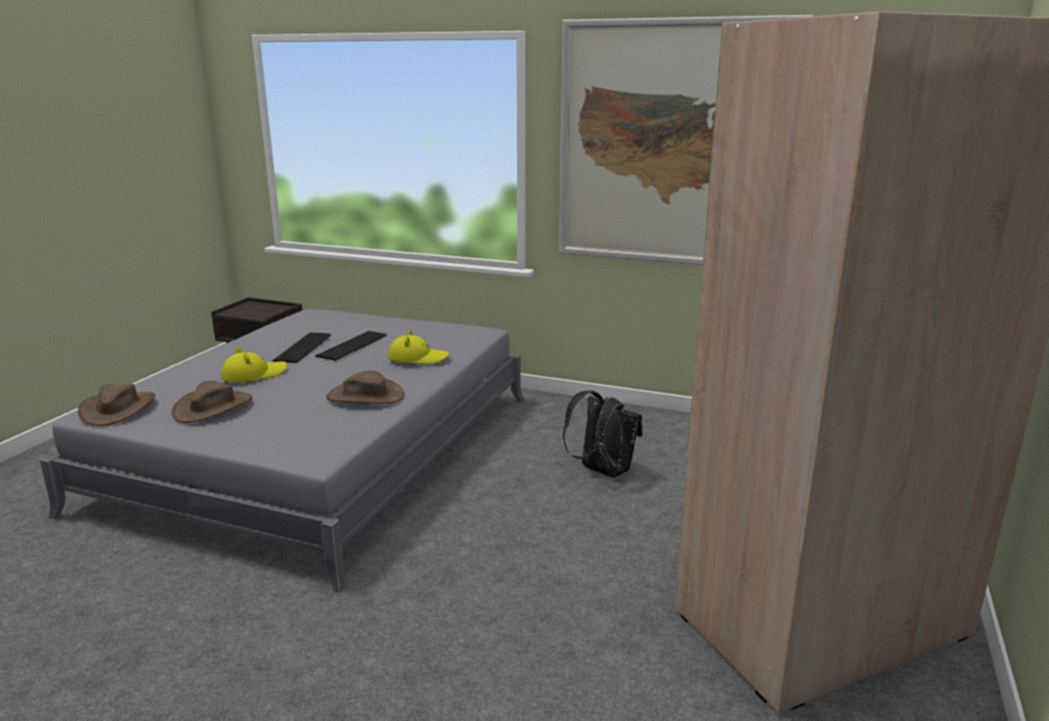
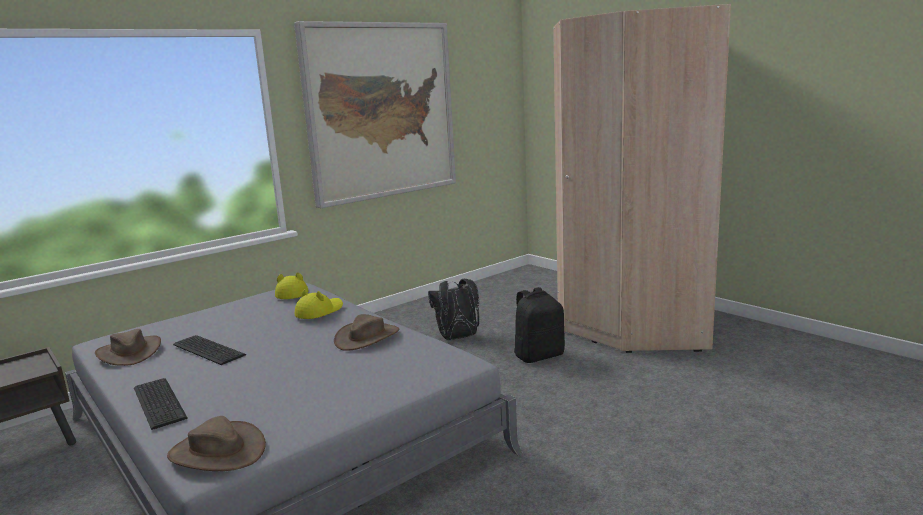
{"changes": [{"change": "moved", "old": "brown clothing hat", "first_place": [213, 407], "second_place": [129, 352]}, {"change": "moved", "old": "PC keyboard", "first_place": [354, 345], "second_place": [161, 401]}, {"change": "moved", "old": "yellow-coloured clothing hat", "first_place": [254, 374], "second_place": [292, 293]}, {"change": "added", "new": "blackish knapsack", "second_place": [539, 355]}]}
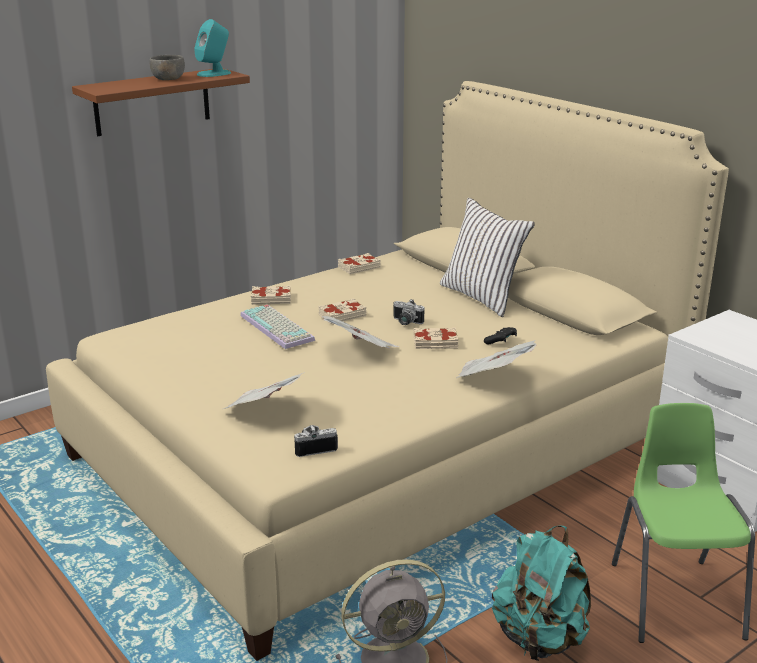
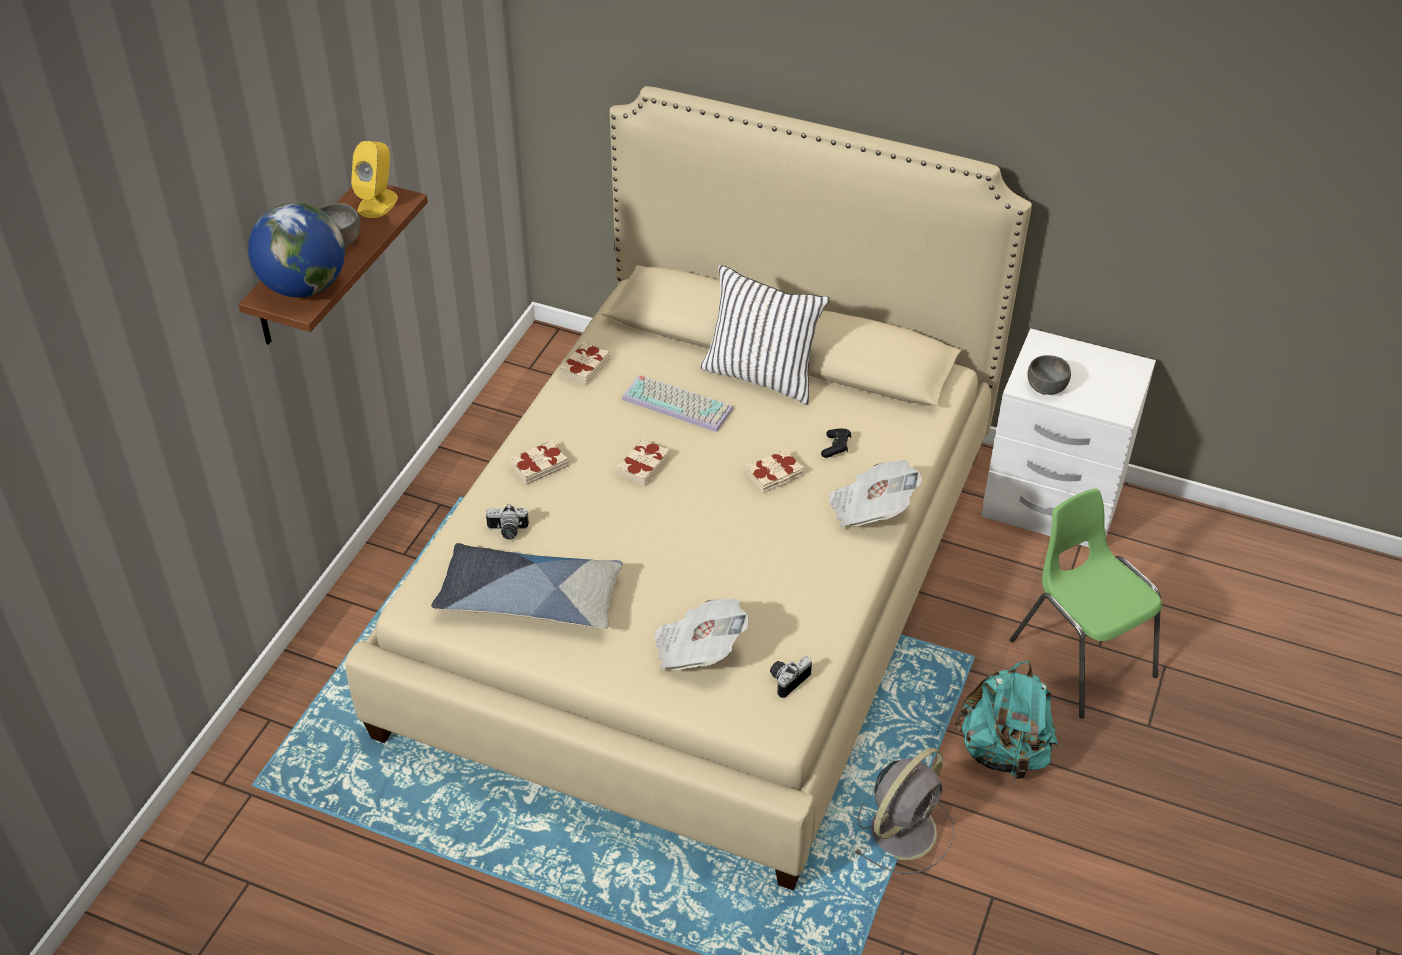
{"changes": [{"change": "added", "new": "desk globe", "second_place": [304, 287]}, {"change": "recoloured", "old": "blue-green speaker", "new": "yellow-coloured speaker", "first_place": [214, 73], "second_place": [378, 203]}, {"change": "added", "new": "throw pillow", "second_place": [530, 598]}, {"change": "moved", "old": "still camera", "first_place": [405, 322], "second_place": [507, 531]}, {"change": "moved", "old": "PC keyboard", "first_place": [278, 328], "second_place": [679, 403]}, {"change": "added", "new": "gray bowl", "second_place": [1046, 387]}, {"change": "removed", "old": "printed paper", "first_place": [360, 351]}]}
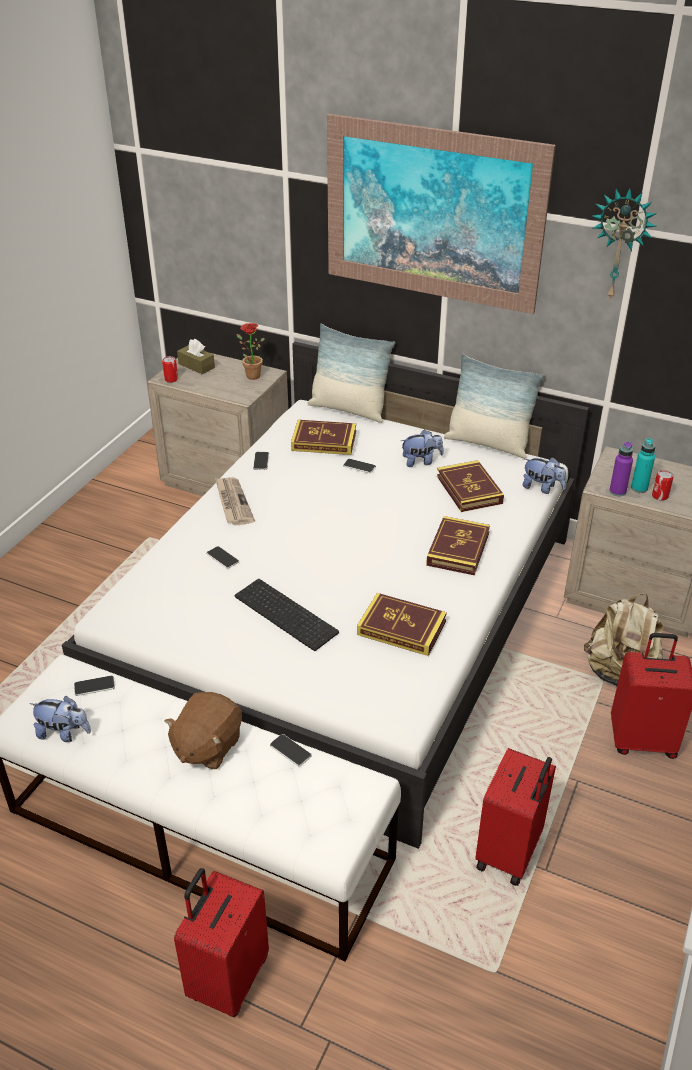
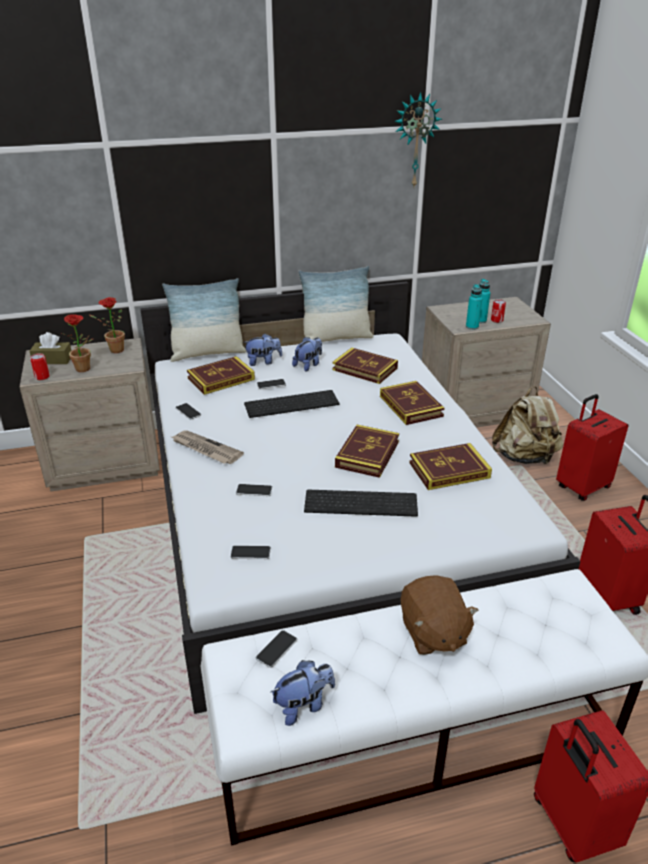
{"changes": [{"change": "added", "new": "potted plant", "second_place": [86, 369]}, {"change": "moved", "old": "phone", "first_place": [290, 751], "second_place": [250, 553]}, {"change": "moved", "old": "soft toy", "first_place": [542, 488], "second_place": [263, 362]}, {"change": "added", "new": "PC keyboard", "second_place": [292, 403]}, {"change": "added", "new": "volume", "second_place": [367, 454]}, {"change": "recoloured", "old": "purple-coloured bottle", "new": "blue-green bottle", "first_place": [617, 491], "second_place": [472, 327]}, {"change": "removed", "old": "wall picture", "first_place": [433, 214]}]}
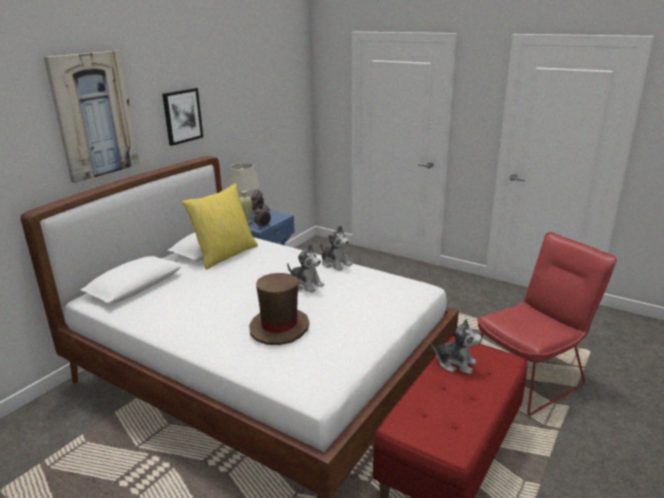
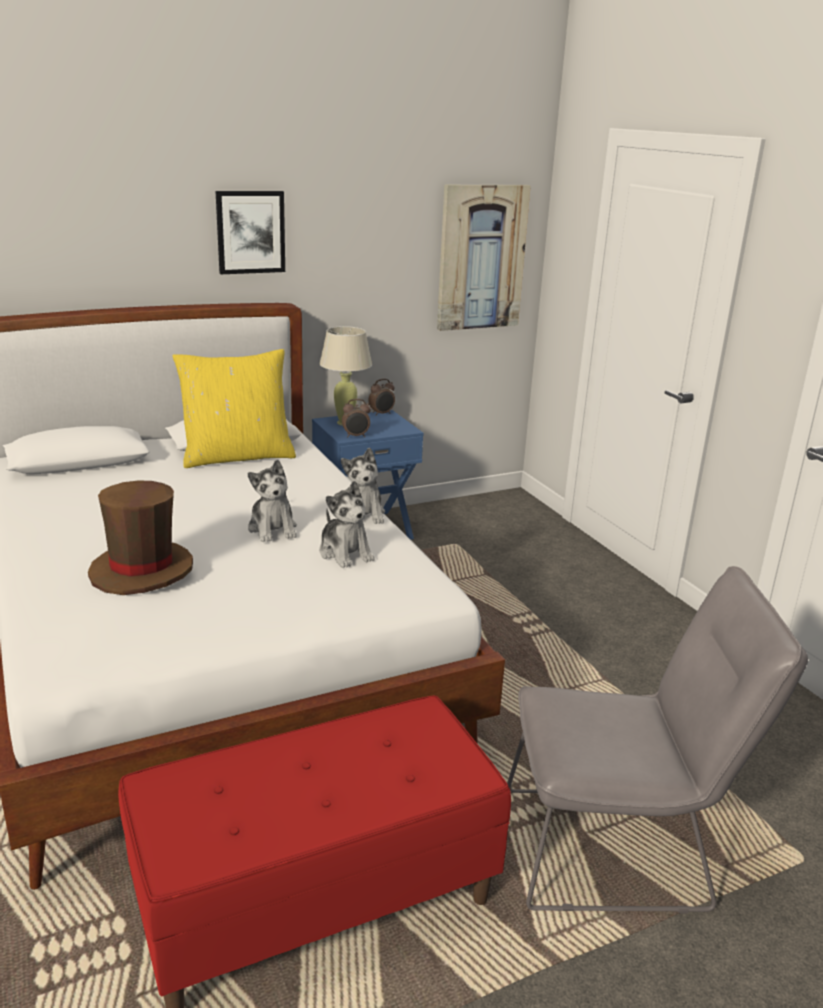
{"changes": [{"change": "moved", "old": "soft toy", "first_place": [455, 363], "second_place": [345, 553]}, {"change": "moved", "old": "wall picture", "first_place": [94, 115], "second_place": [481, 257]}, {"change": "recoloured", "old": "reddish chair", "new": "gray chair", "first_place": [531, 377], "second_place": [619, 848]}]}
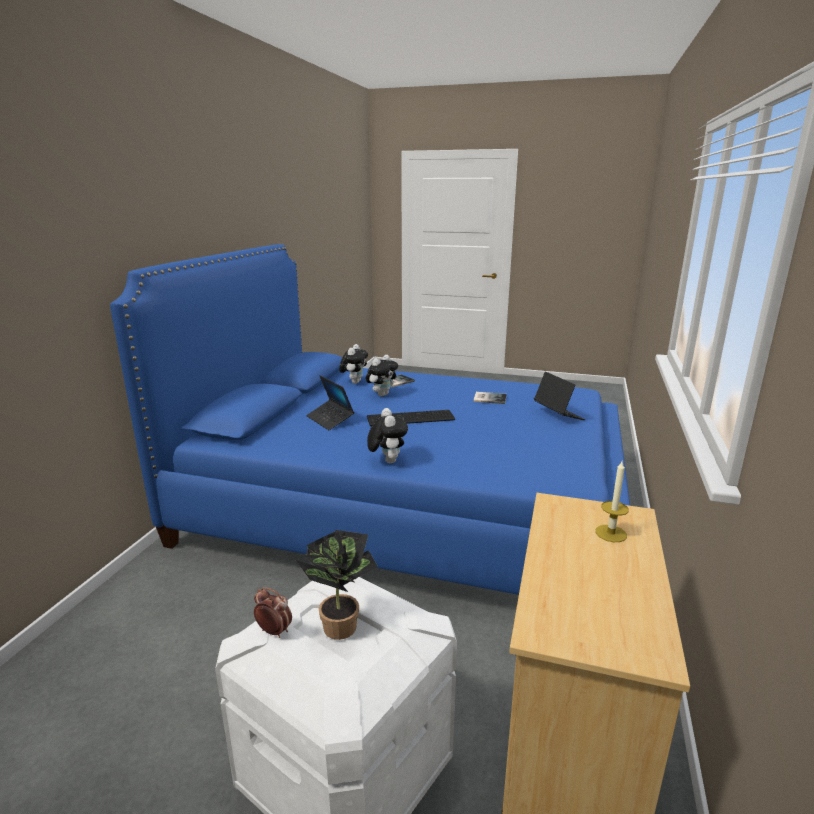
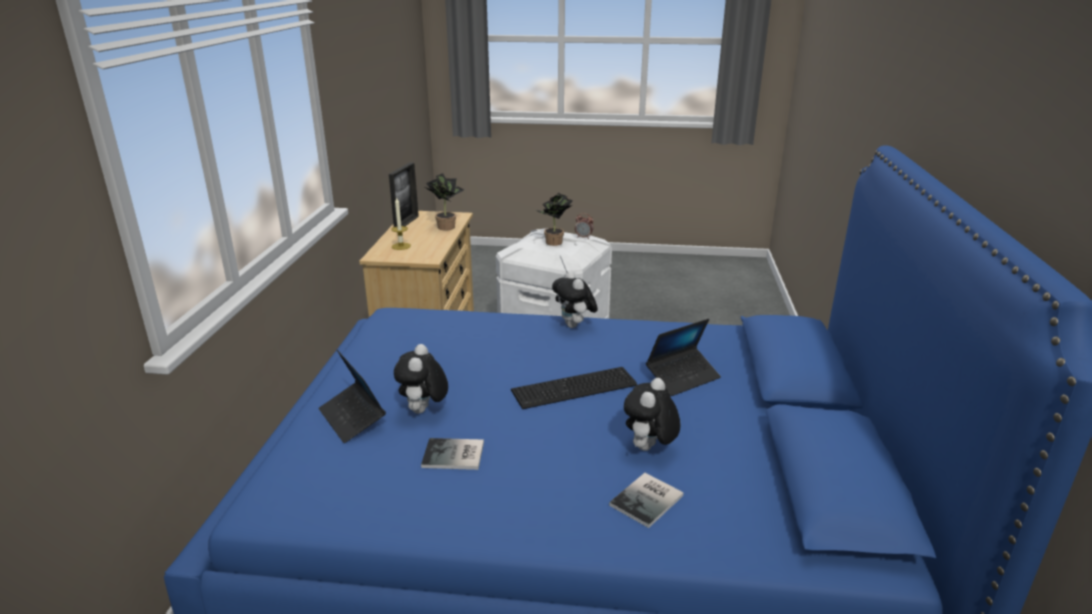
{"changes": [{"change": "added", "new": "standing frame", "second_place": [406, 223]}, {"change": "moved", "old": "soft toy", "first_place": [354, 382], "second_place": [423, 411]}, {"change": "added", "new": "potted plant", "second_place": [445, 226]}, {"change": "turned", "old": "laptop", "first_place": [330, 419], "second_place": [682, 377], "degrees": 105}]}
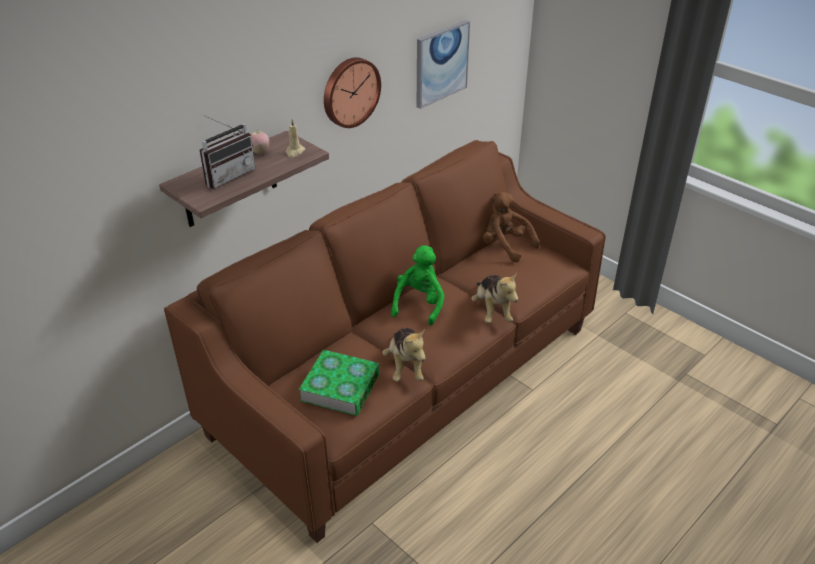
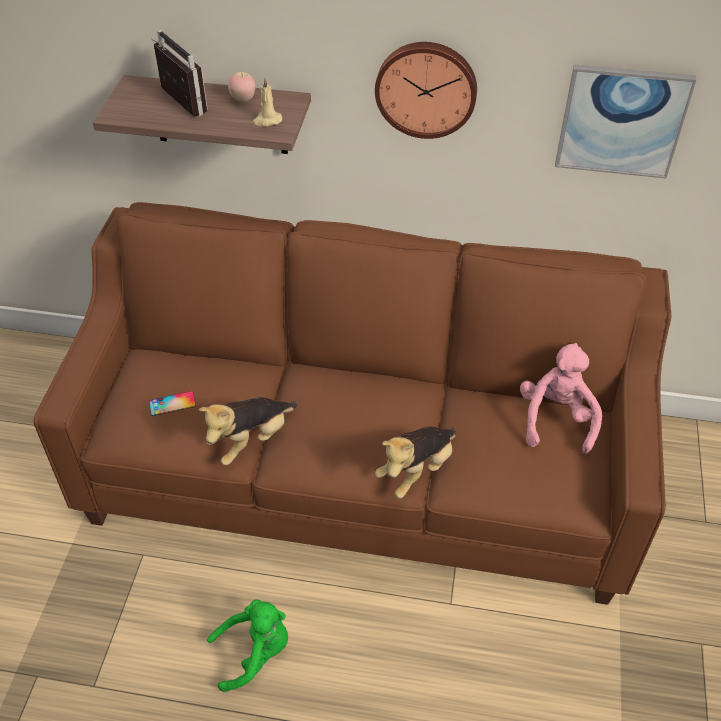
{"changes": [{"change": "replaced", "old": "volume", "new": "phone", "first_place": [340, 387], "second_place": [172, 404]}, {"change": "turned", "old": "radio", "first_place": [227, 175], "second_place": [176, 103], "degrees": -135}, {"change": "moved", "old": "green-coloured soft toy", "first_place": [419, 304], "second_place": [255, 652]}, {"change": "recoloured", "old": "brown soft toy", "new": "pinkish soft toy", "first_place": [505, 246], "second_place": [556, 419]}]}
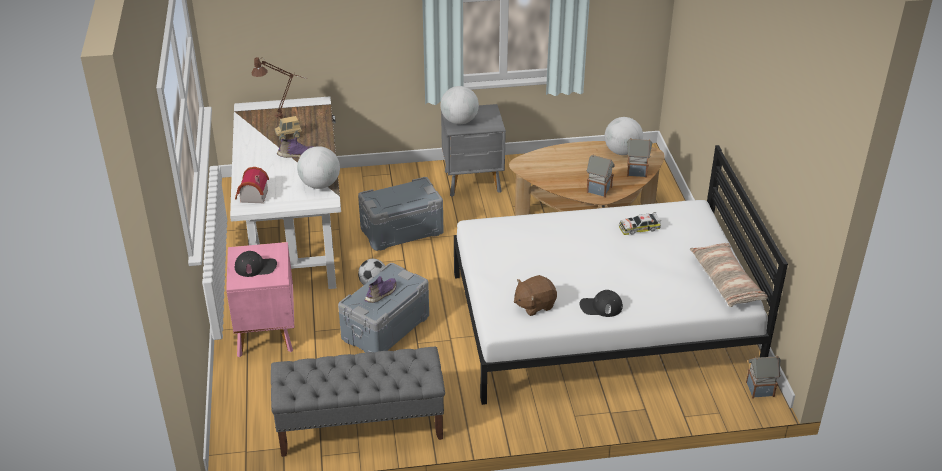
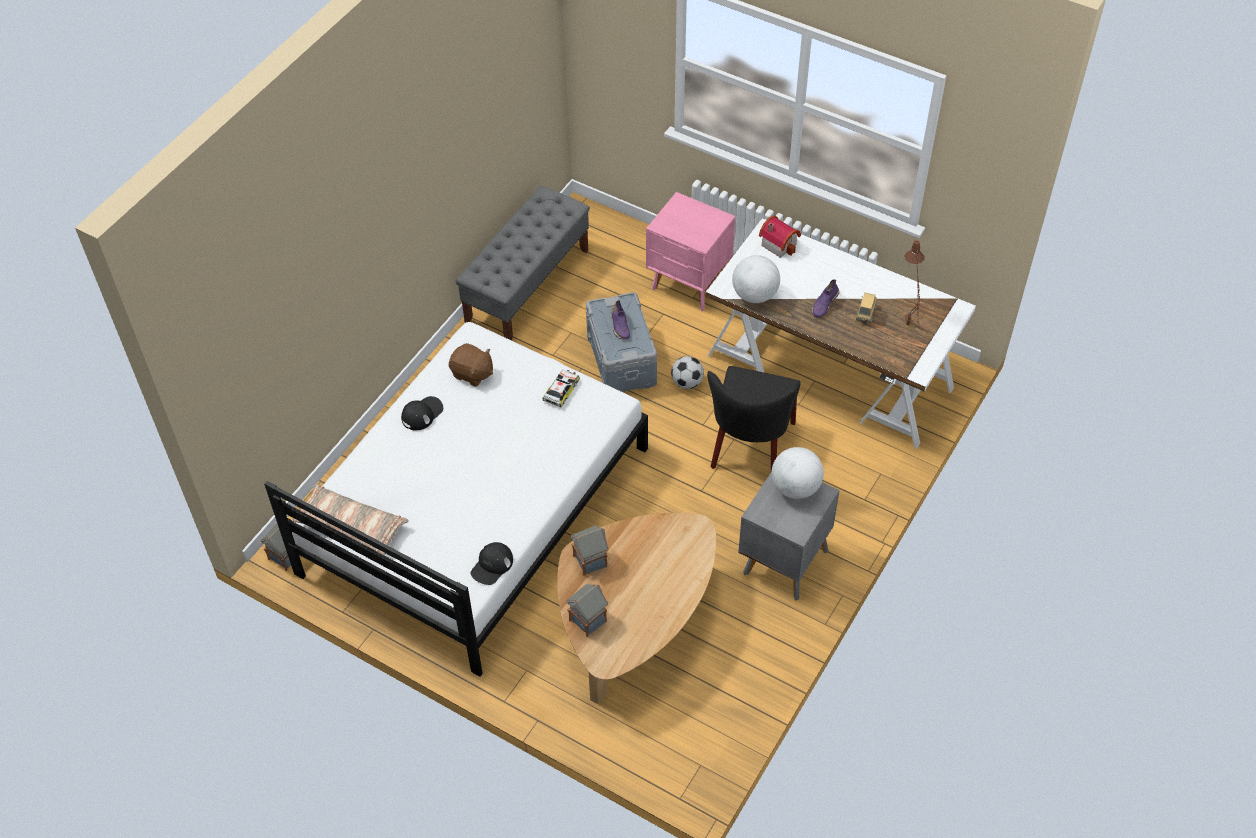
{"changes": [{"change": "turned", "old": "brown soft toy", "first_place": [534, 305], "second_place": [472, 374], "degrees": 105}, {"change": "moved", "old": "blackish peaked cap", "first_place": [256, 267], "second_place": [492, 565]}, {"change": "moved", "old": "model car", "first_place": [639, 228], "second_place": [561, 391]}, {"change": "replaced", "old": "gray storage bin", "new": "blackish chair", "first_place": [402, 231], "second_place": [750, 449]}, {"change": "removed", "old": "desk globe", "first_place": [622, 152]}]}
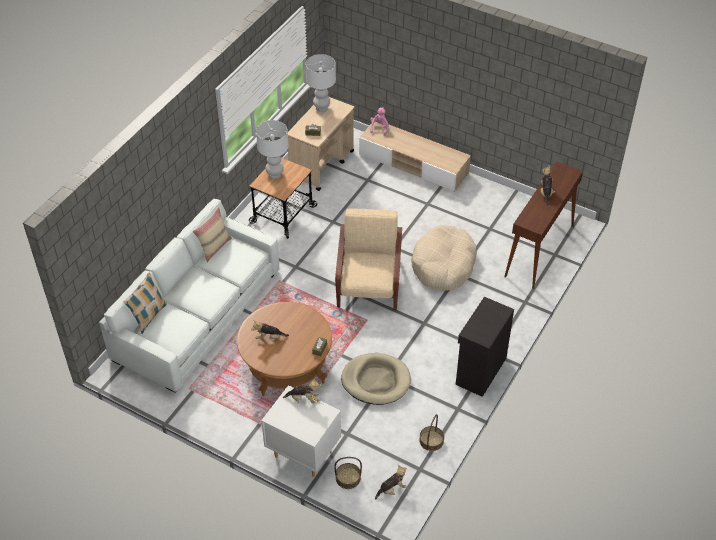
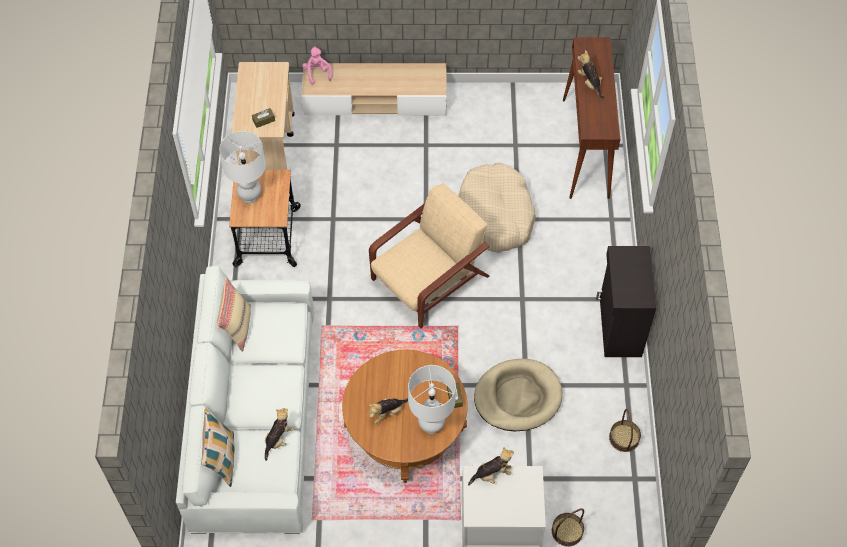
{"changes": [{"change": "moved", "old": "soft toy", "first_place": [392, 489], "second_place": [278, 439]}, {"change": "turned", "old": "beige-coloured armchair", "first_place": [369, 283], "second_place": [428, 279], "degrees": 75}, {"change": "moved", "old": "white lamp for a table", "first_place": [321, 108], "second_place": [431, 425]}]}
